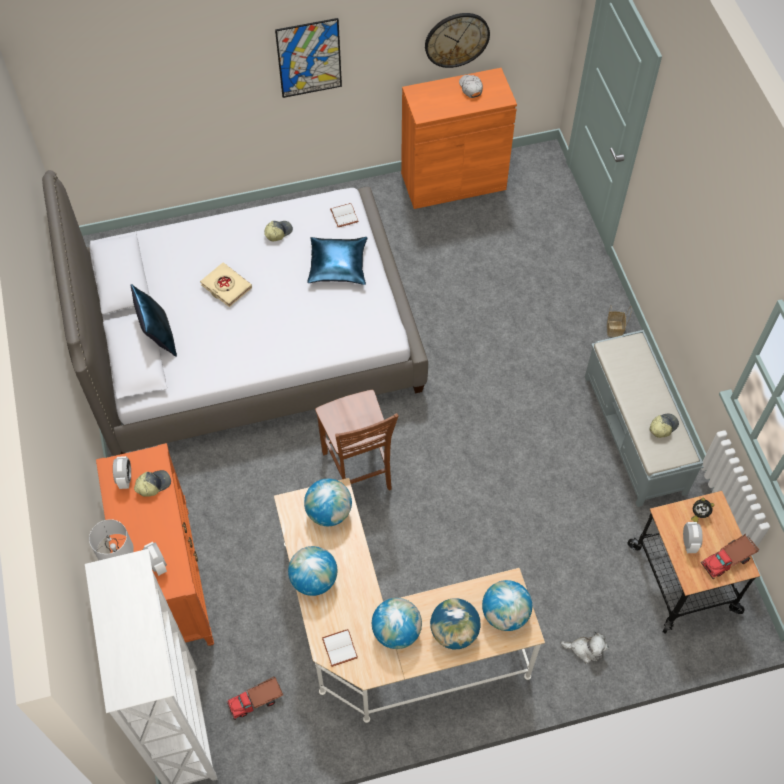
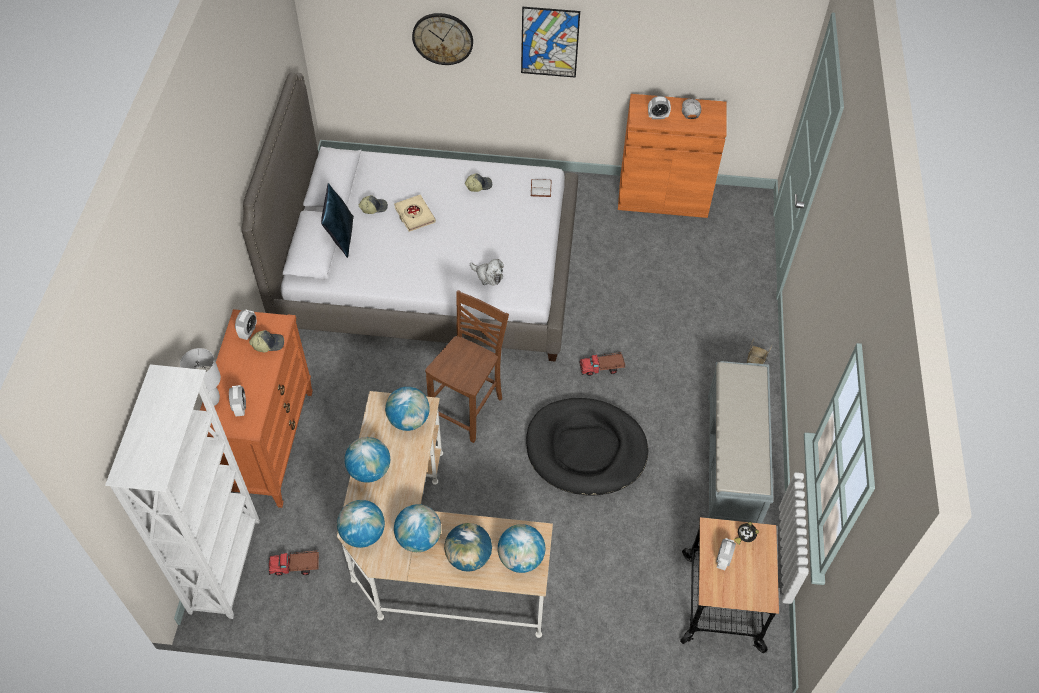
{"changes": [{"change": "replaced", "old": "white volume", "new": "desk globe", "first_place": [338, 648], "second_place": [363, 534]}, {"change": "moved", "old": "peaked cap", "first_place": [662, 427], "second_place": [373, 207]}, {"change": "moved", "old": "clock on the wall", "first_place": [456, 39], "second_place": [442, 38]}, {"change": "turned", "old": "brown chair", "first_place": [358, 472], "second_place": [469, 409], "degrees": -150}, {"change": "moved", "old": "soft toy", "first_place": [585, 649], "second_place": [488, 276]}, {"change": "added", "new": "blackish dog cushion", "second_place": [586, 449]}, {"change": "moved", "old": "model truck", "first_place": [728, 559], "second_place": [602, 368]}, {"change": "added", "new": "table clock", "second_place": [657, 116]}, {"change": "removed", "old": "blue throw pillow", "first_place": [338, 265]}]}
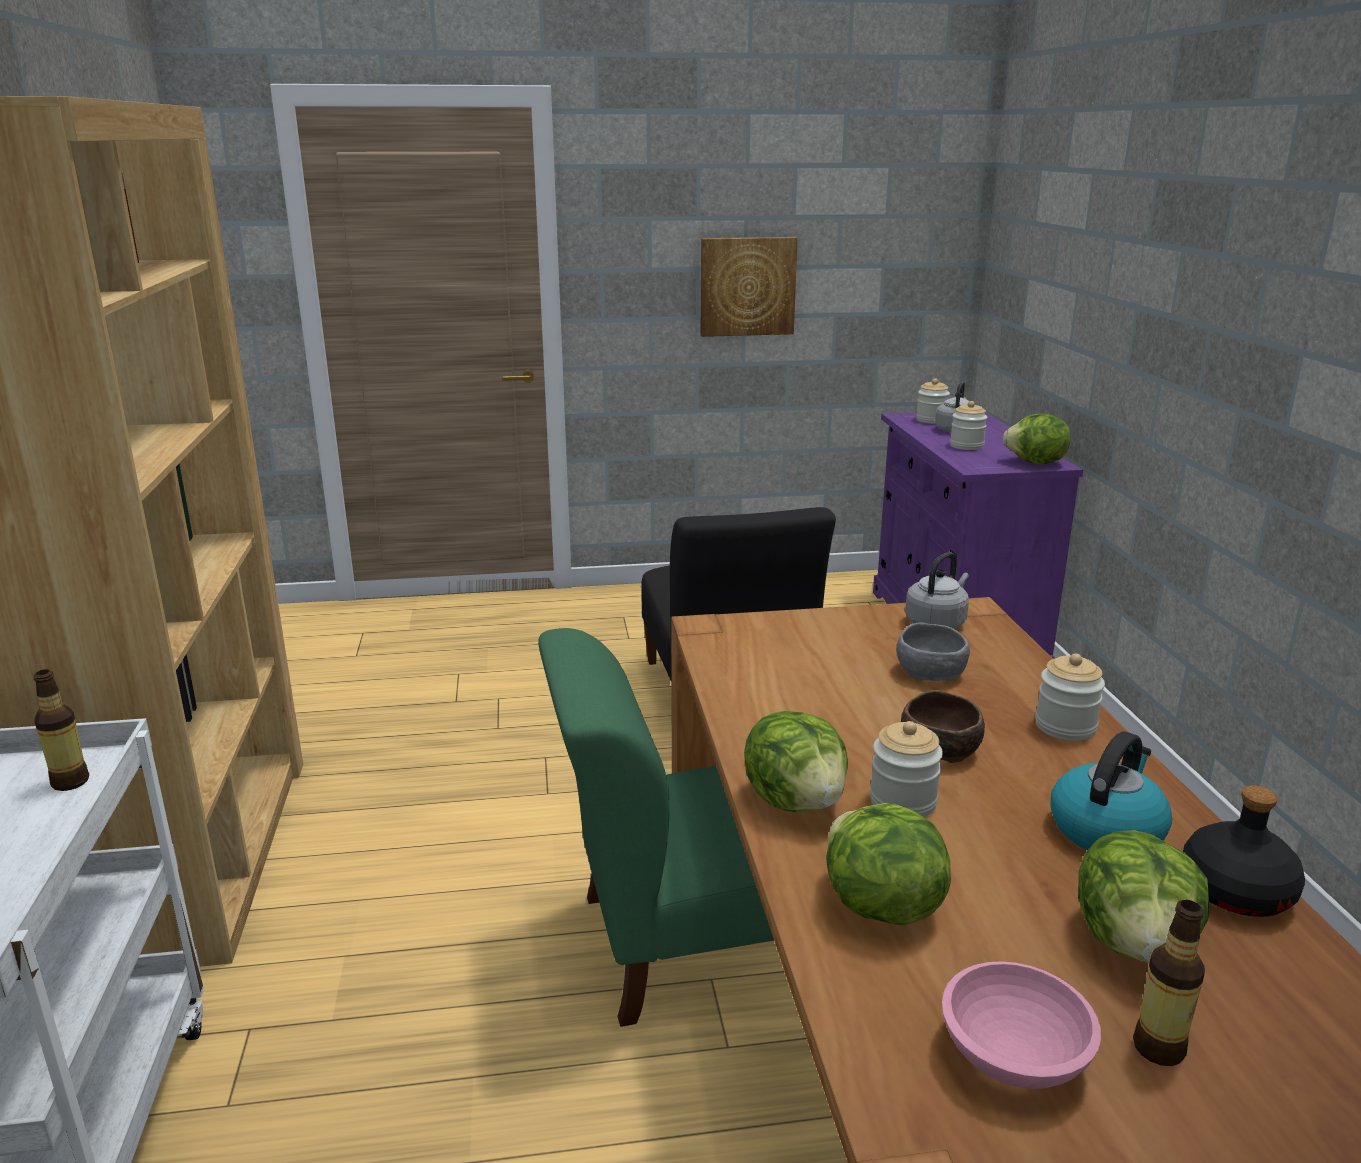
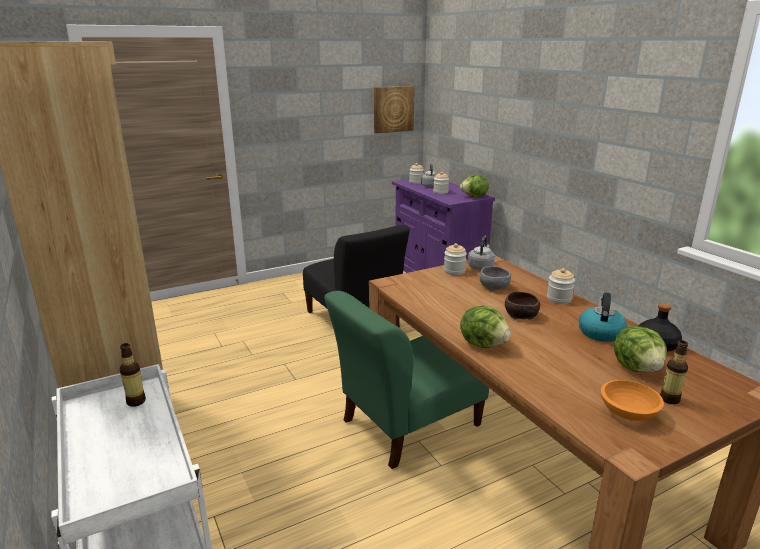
{"changes": [{"change": "moved", "old": "wall picture", "first_place": [747, 286], "second_place": [393, 109]}, {"change": "moved", "old": "jar", "first_place": [902, 801], "second_place": [454, 271]}, {"change": "recoloured", "old": "pinkish bowl", "new": "orangey bowl", "first_place": [1013, 1054], "second_place": [627, 412]}, {"change": "removed", "old": "lettuce head", "first_place": [879, 906]}]}
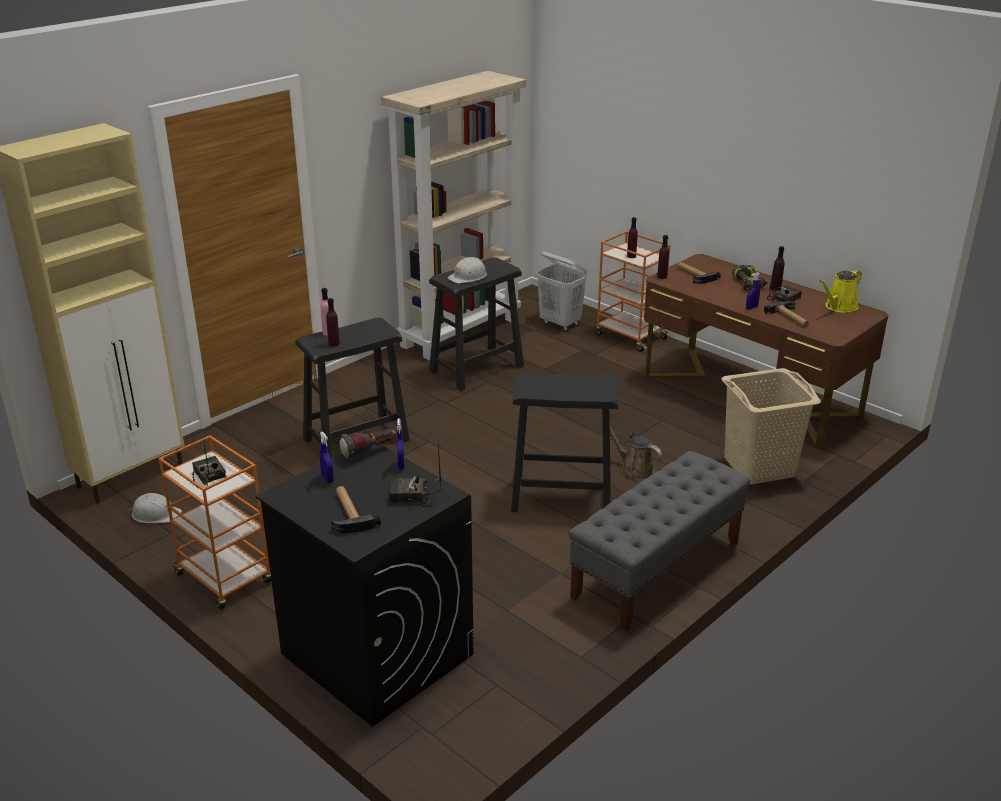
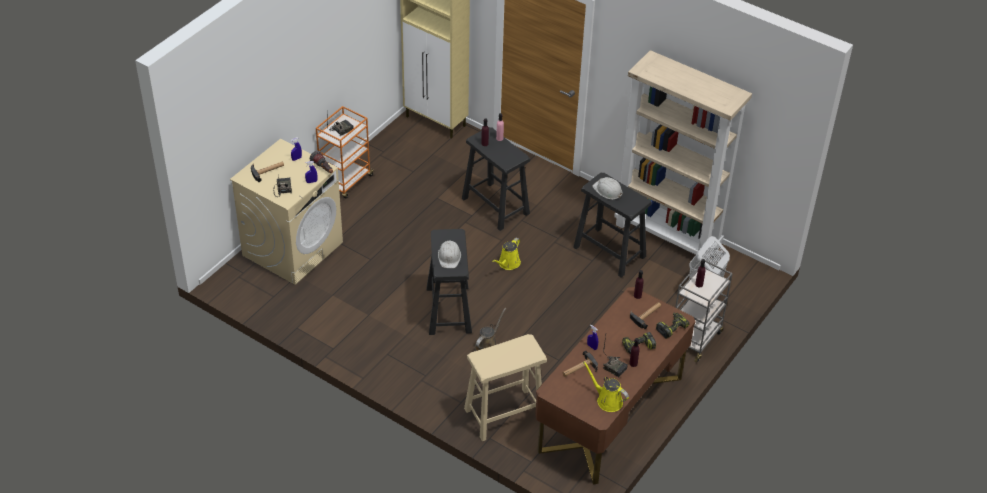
{"changes": [{"change": "recoloured", "old": "blackish laundry machine", "new": "beige-coloured laundry machine", "first_place": [376, 653], "second_place": [293, 248]}, {"change": "moved", "old": "white safety helmet", "first_place": [156, 514], "second_place": [449, 256]}, {"change": "replaced", "old": "beige-coloured washing basket", "new": "beige-coloured stool seat", "first_place": [759, 468], "second_place": [503, 414]}, {"change": "added", "new": "yellow-coloured watering pot", "second_place": [508, 264]}, {"change": "added", "new": "electric drill", "second_place": [671, 327]}, {"change": "recoloured", "old": "orangey wheeled cart", "new": "gray wheeled cart", "first_place": [630, 336], "second_place": [694, 338]}, {"change": "removed", "old": "gray bench", "first_place": [656, 570]}]}
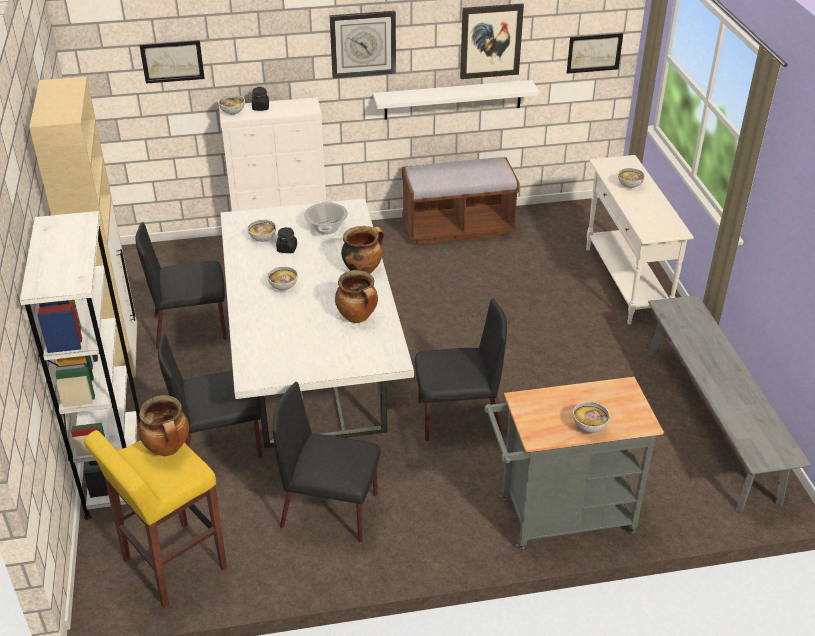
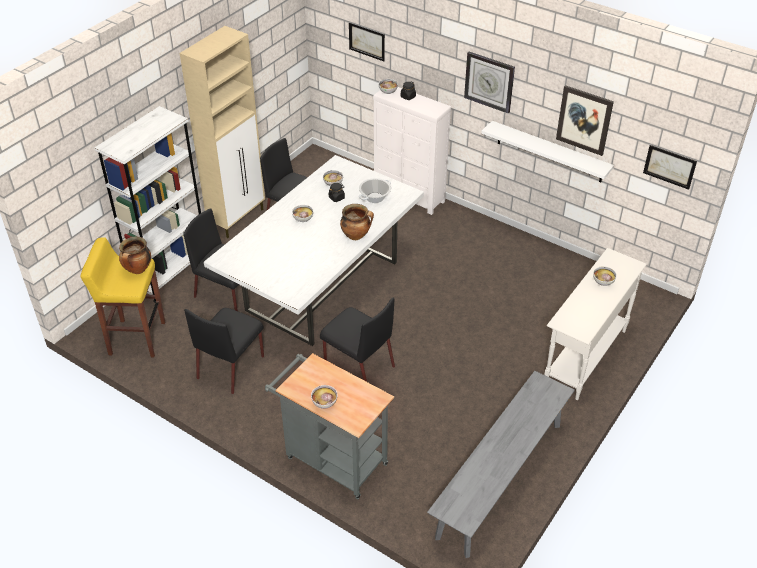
{"changes": [{"change": "turned", "old": "blackish chair", "first_place": [331, 511], "second_place": [231, 366], "degrees": -120}, {"change": "removed", "old": "cooking pot", "first_place": [358, 317]}, {"change": "removed", "old": "brown bench", "first_place": [457, 228]}]}
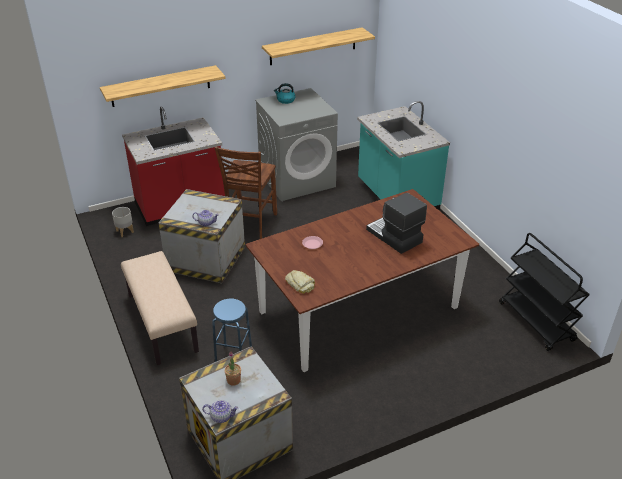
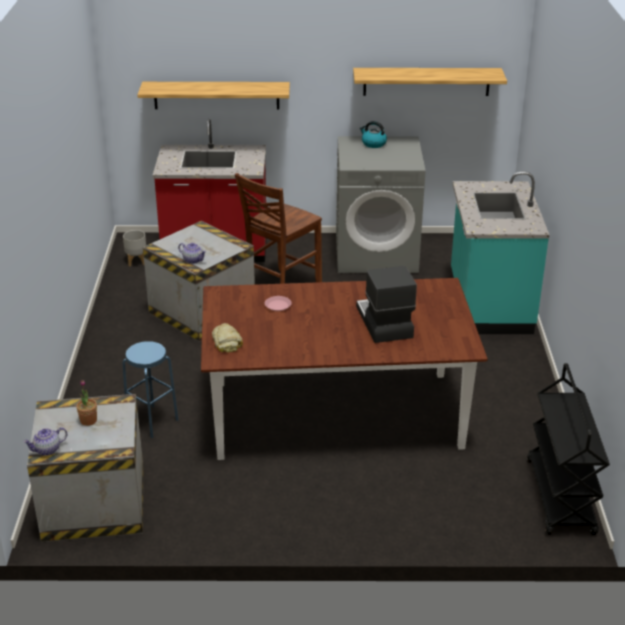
{"changes": [{"change": "turned", "old": "pot for tea", "first_place": [221, 416], "second_place": [47, 450], "degrees": 120}, {"change": "removed", "old": "beige-coloured bench", "first_place": [161, 323]}]}
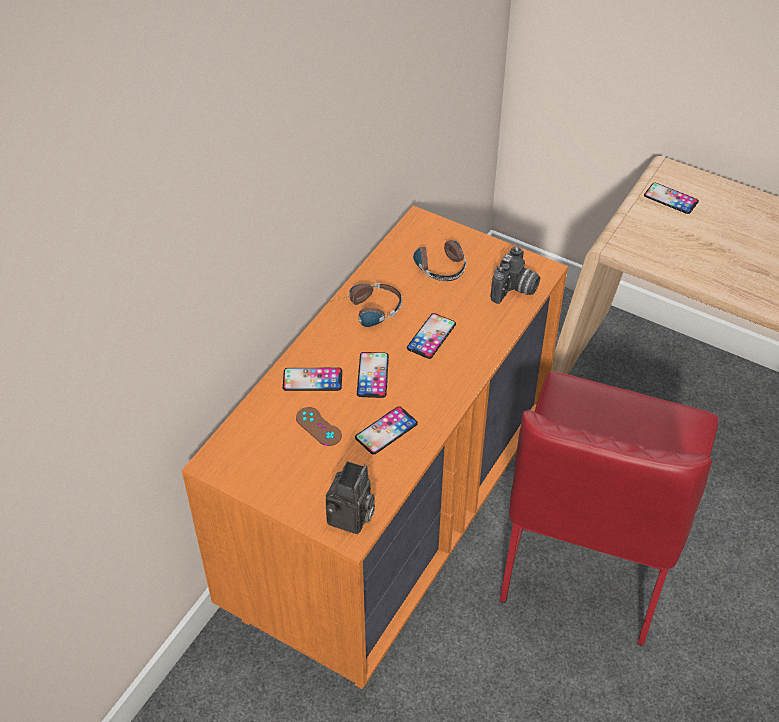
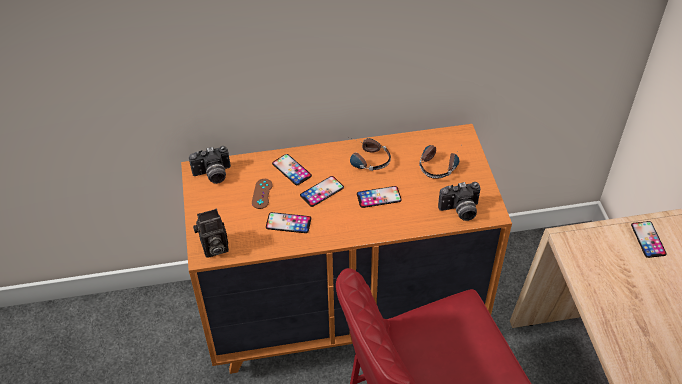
{"changes": [{"change": "added", "new": "still camera", "second_place": [213, 175]}]}
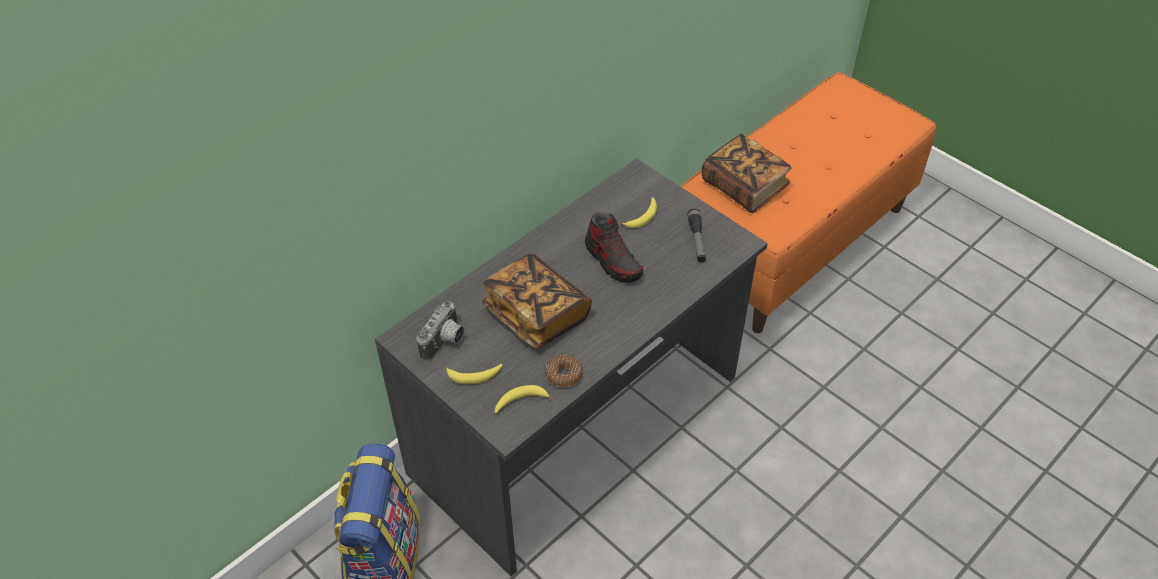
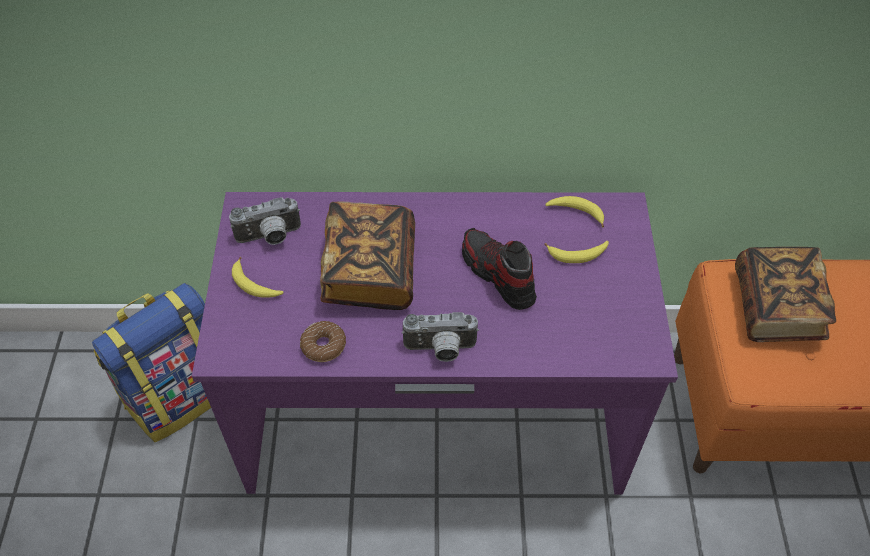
{"changes": [{"change": "recoloured", "old": "gray desk unit", "new": "purple-coloured desk unit", "first_place": [578, 426], "second_place": [435, 417]}, {"change": "added", "new": "still camera", "second_place": [440, 350]}, {"change": "turned", "old": "item of footwear", "first_place": [613, 261], "second_place": [498, 275], "degrees": 135}, {"change": "moved", "old": "banana fruit", "first_place": [520, 401], "second_place": [576, 212]}, {"change": "removed", "old": "hand torch", "first_place": [697, 240]}]}
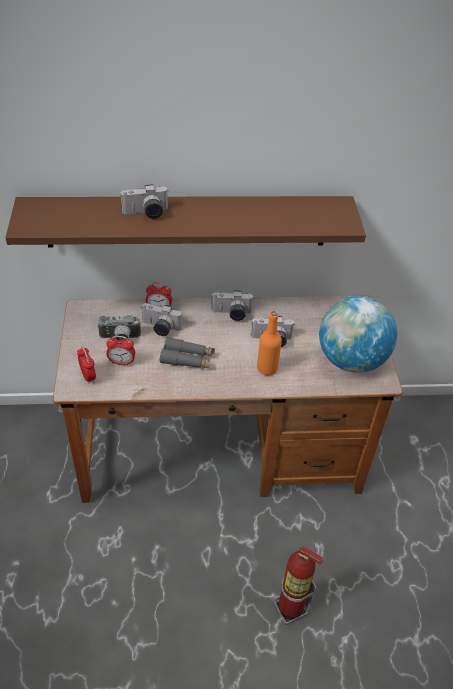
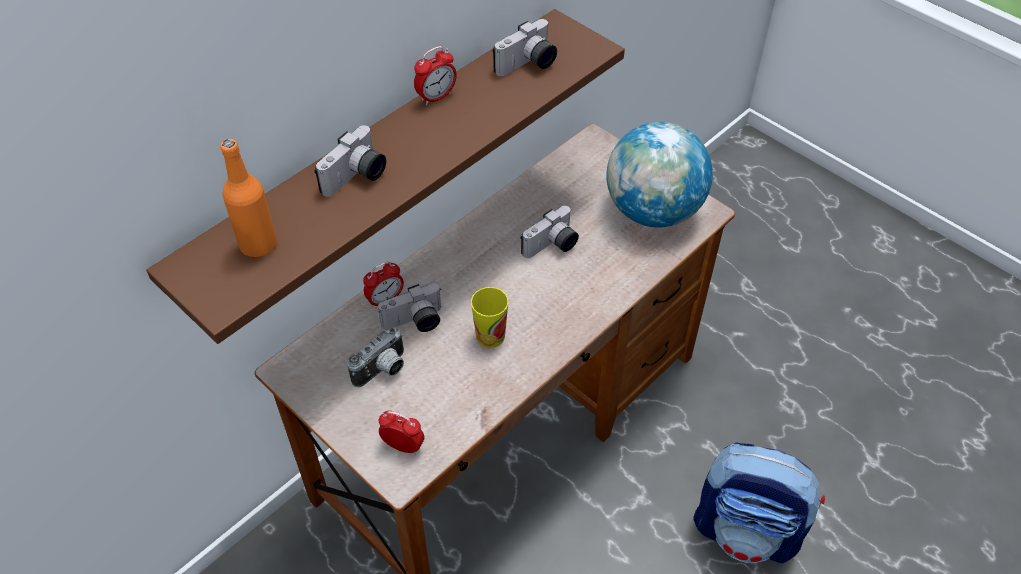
{"changes": [{"change": "moved", "old": "orangey bottle", "first_place": [267, 368], "second_place": [258, 244]}, {"change": "moved", "old": "table clock", "first_place": [122, 362], "second_place": [436, 97]}, {"change": "replaced", "old": "gray pair of binoculars", "new": "cup", "first_place": [187, 359], "second_place": [490, 336]}, {"change": "moved", "old": "still camera", "first_place": [231, 314], "second_place": [528, 65]}, {"change": "replaced", "old": "extinguisher", "new": "knapsack", "first_place": [290, 609], "second_place": [747, 531]}]}
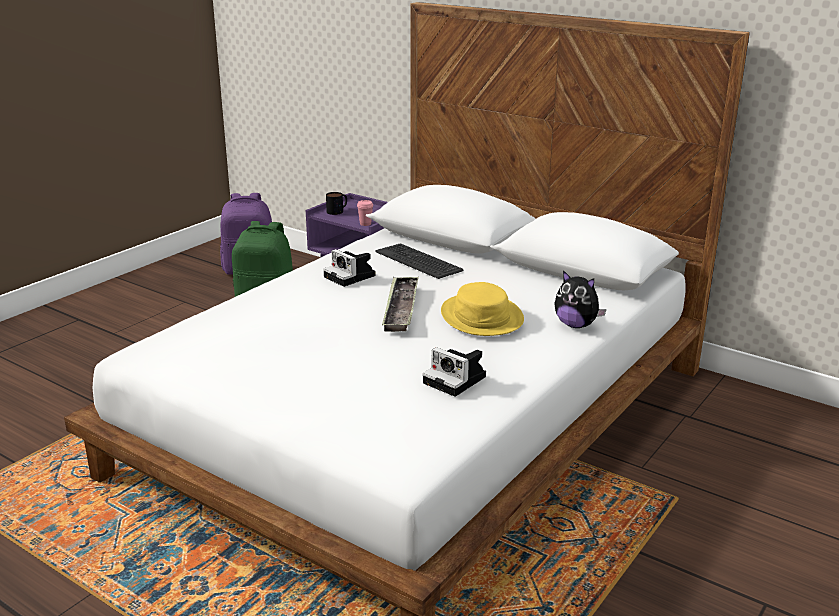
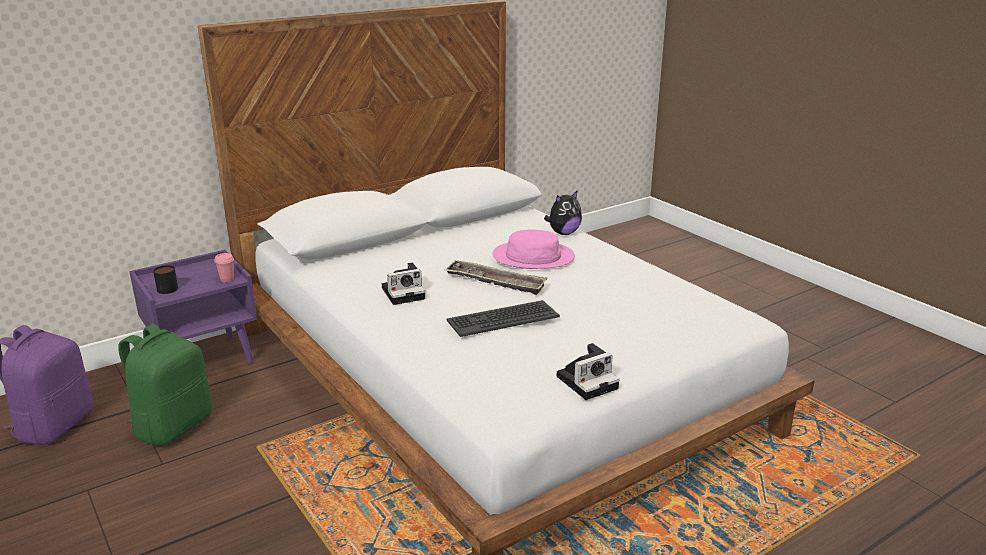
{"changes": [{"change": "moved", "old": "PC keyboard", "first_place": [419, 261], "second_place": [502, 319]}, {"change": "recoloured", "old": "yellow-coloured clothing hat", "new": "pinkish clothing hat", "first_place": [482, 316], "second_place": [533, 257]}, {"change": "moved", "old": "still camera", "first_place": [457, 380], "second_place": [588, 381]}]}
